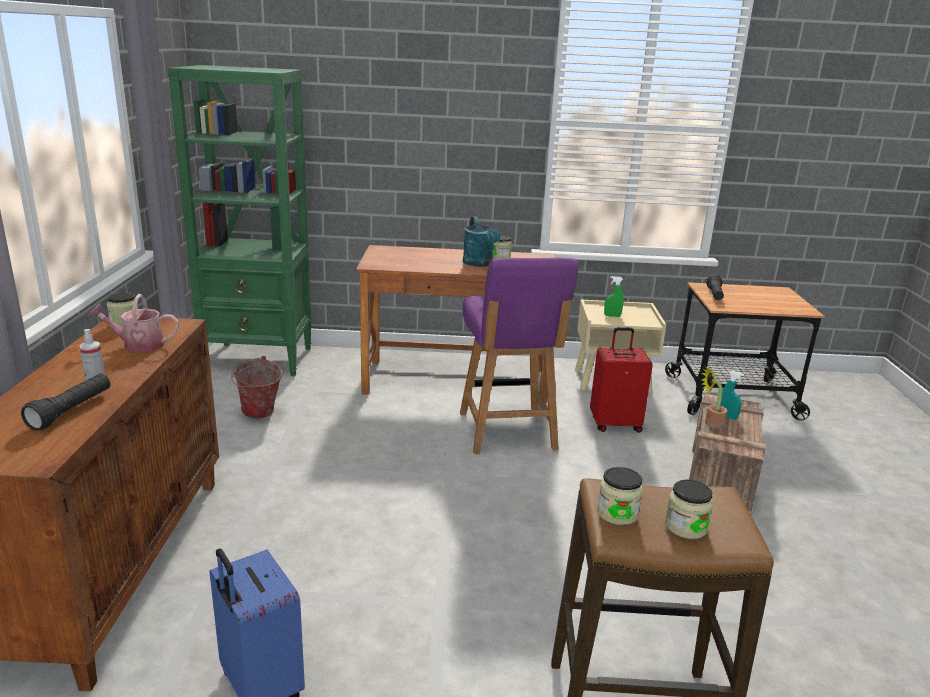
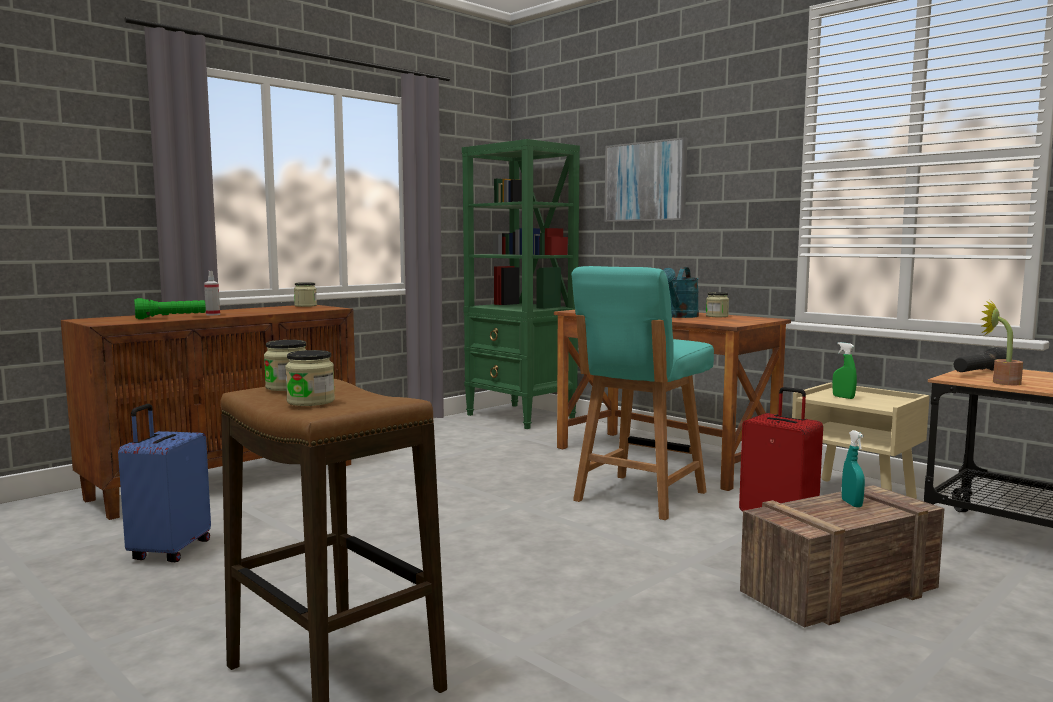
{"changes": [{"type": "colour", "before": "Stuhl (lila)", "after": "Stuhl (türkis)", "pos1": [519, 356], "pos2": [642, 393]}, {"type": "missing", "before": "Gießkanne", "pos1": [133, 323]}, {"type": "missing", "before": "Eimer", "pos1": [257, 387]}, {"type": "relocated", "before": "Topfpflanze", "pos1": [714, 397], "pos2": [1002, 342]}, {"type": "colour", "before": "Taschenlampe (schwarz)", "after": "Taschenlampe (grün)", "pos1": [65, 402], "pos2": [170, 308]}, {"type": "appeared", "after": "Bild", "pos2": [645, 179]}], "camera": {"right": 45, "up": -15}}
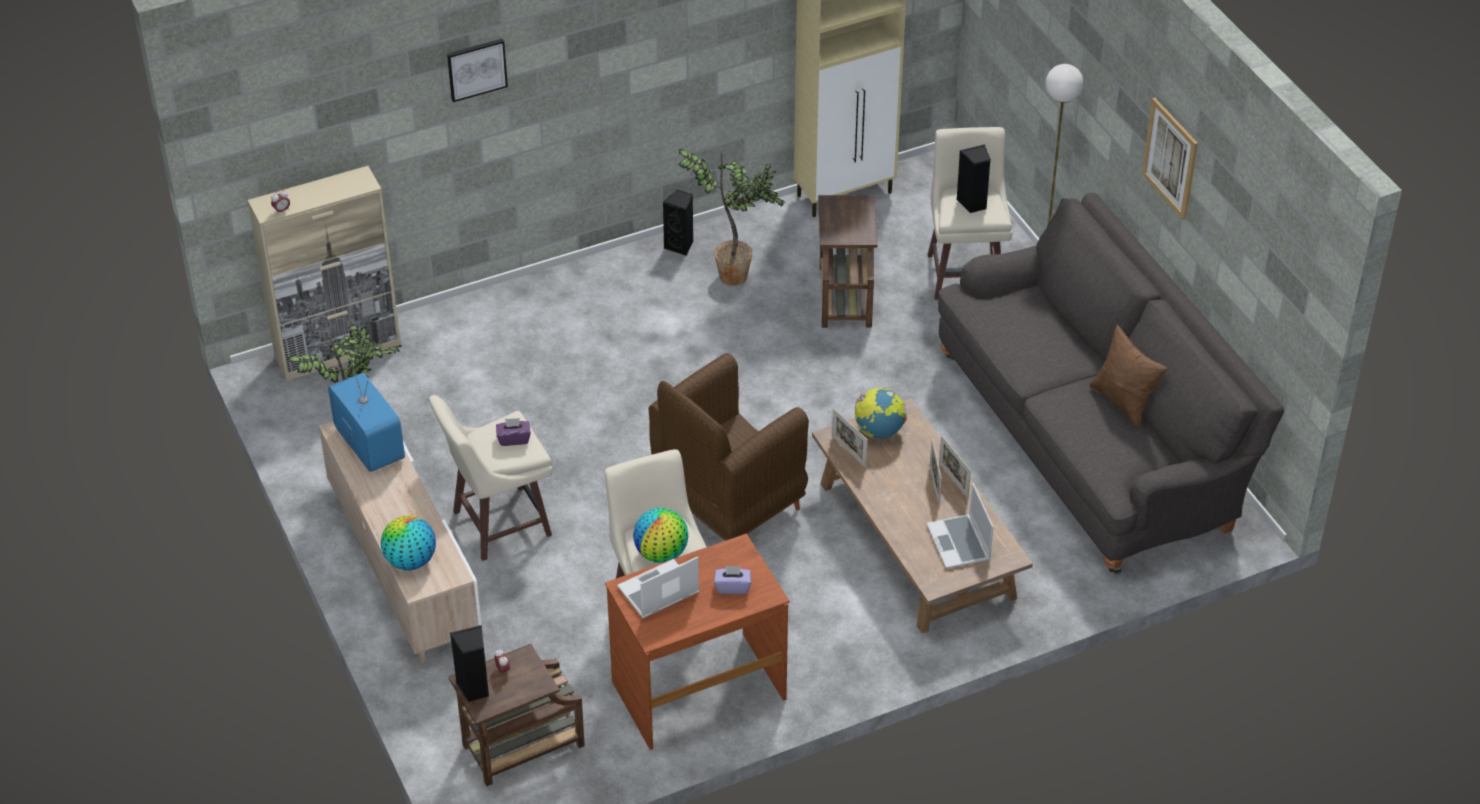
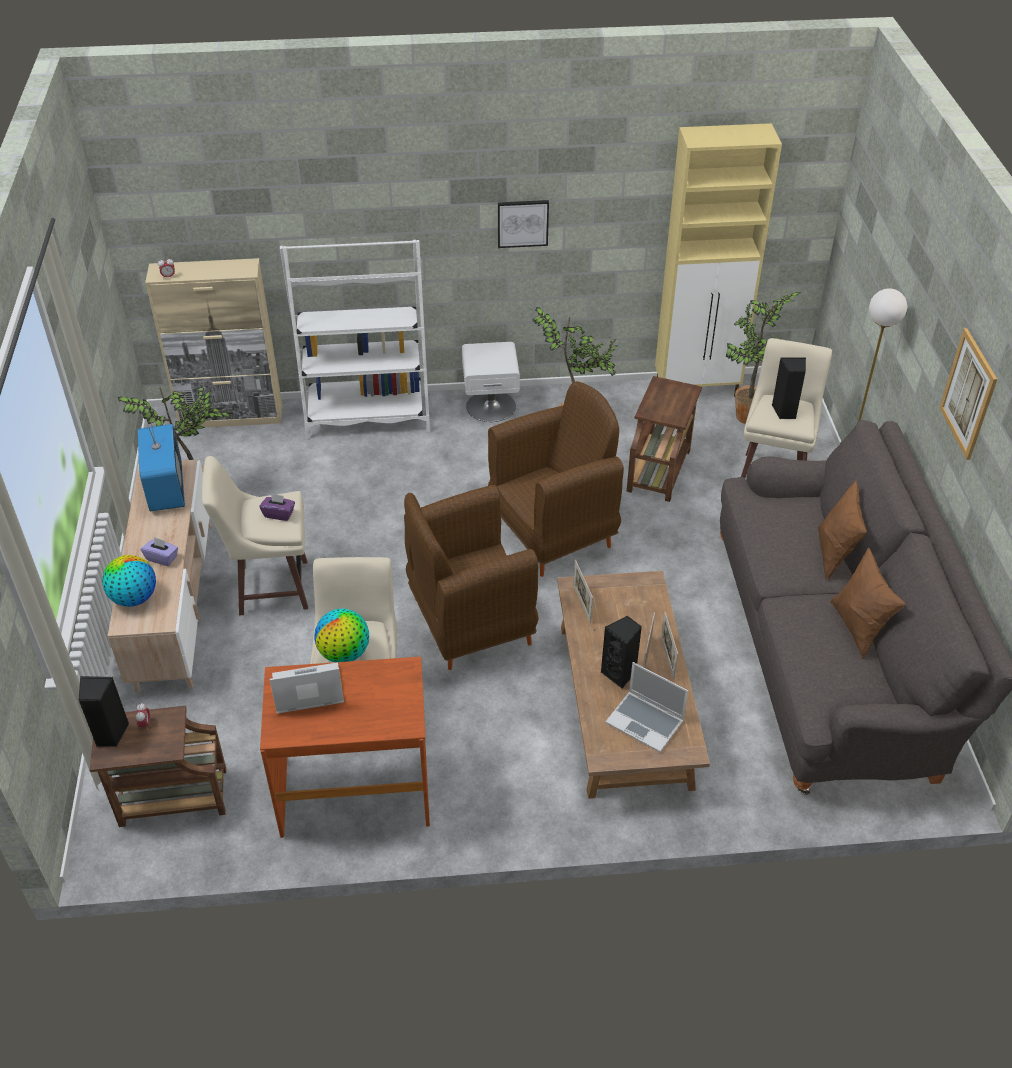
{"changes": [{"type": "relocated", "before": "Bild", "pos1": [477, 70], "pos2": [523, 224]}, {"type": "relocated", "before": "Lautsprecher (schwarz)", "pos1": [677, 223], "pos2": [621, 652]}, {"type": "missing", "before": "Globus", "pos1": [881, 413]}, {"type": "spun", "before": "Laptop", "pos1": [960, 526], "pos2": [646, 707], "turn": -60}, {"type": "relocated", "before": "Taschentuchbox (lila)", "pos1": [732, 579], "pos2": [159, 551]}, {"type": "appeared", "after": "Bücherregal (weiß)", "pos2": [355, 339]}, {"type": "appeared", "after": "Topfpflanze", "pos2": [763, 358]}, {"type": "appeared", "after": "Nachttisch (weiß)", "pos2": [491, 382]}, {"type": "appeared", "after": "Sessel (braun)", "pos2": [556, 479]}, {"type": "appeared", "after": "Kissen (braun)", "pos2": [842, 530]}], "camera": {"right": 20, "up": 0}}
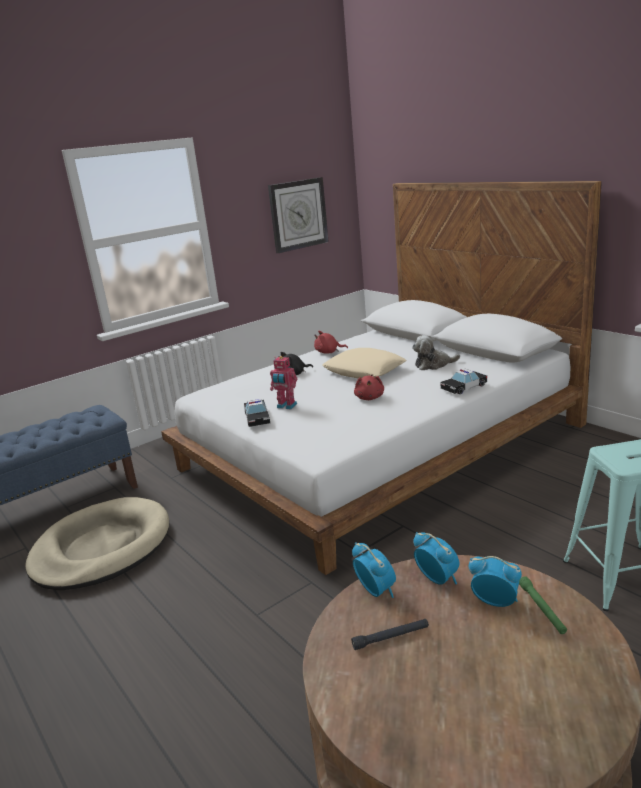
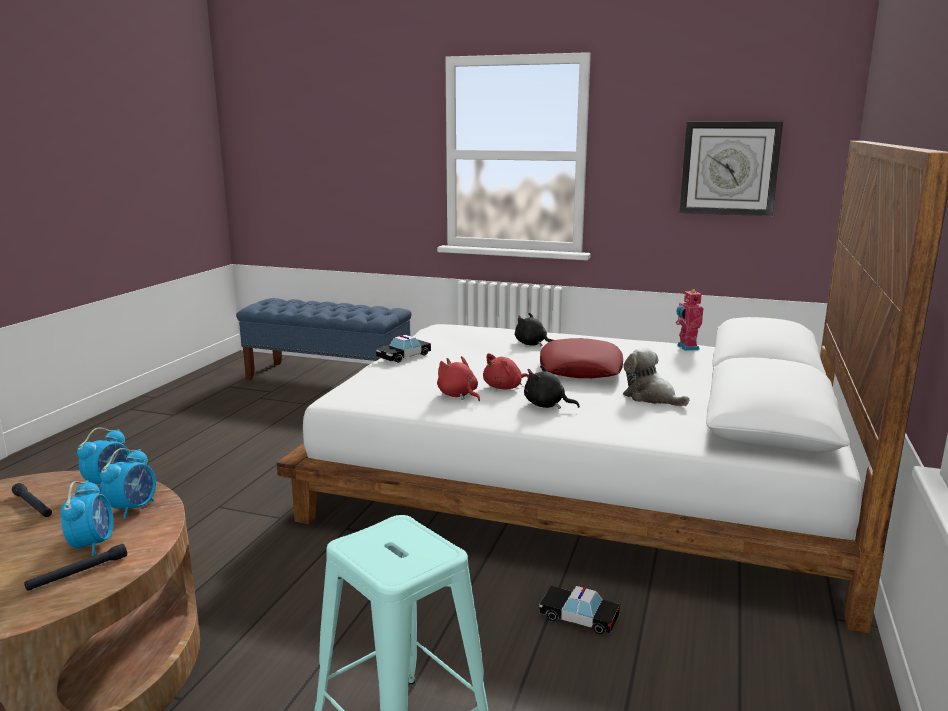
{"changes": [{"type": "relocated", "before": "Plüschtier (rot)", "pos1": [331, 342], "pos2": [458, 378]}, {"type": "colour", "before": "Kissen (beige)", "after": "Kissen (rot)", "pos1": [364, 363], "pos2": [581, 358]}, {"type": "relocated", "before": "Spielzeugroboter", "pos1": [283, 382], "pos2": [689, 320]}, {"type": "relocated", "before": "Spielzeugauto", "pos1": [463, 381], "pos2": [579, 610]}, {"type": "missing", "before": "Hundebett (beige)", "pos1": [97, 543]}, {"type": "colour", "before": "Taschenlampe (grün)", "after": "Taschenlampe (schwarz)", "pos1": [543, 605], "pos2": [75, 567]}, {"type": "appeared", "after": "Plüschtier (schwarz)", "pos2": [552, 387]}], "camera": {"right": 55, "up": -5}}
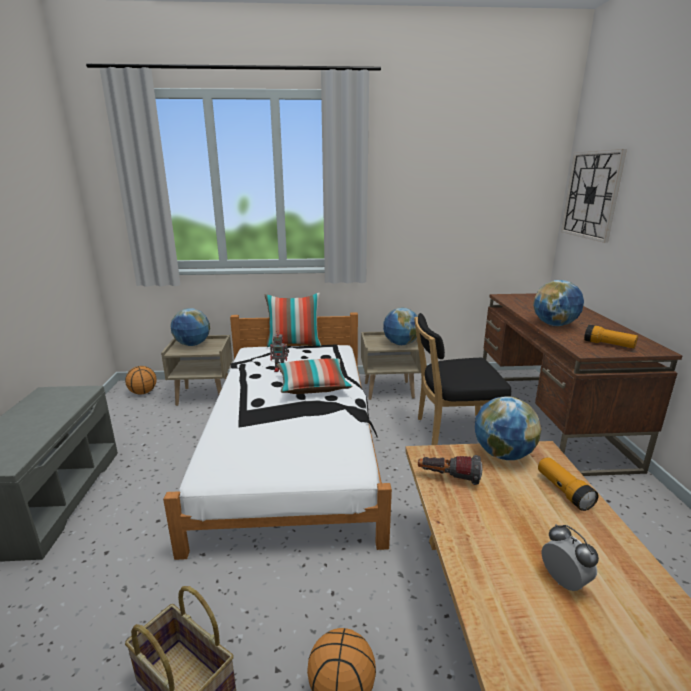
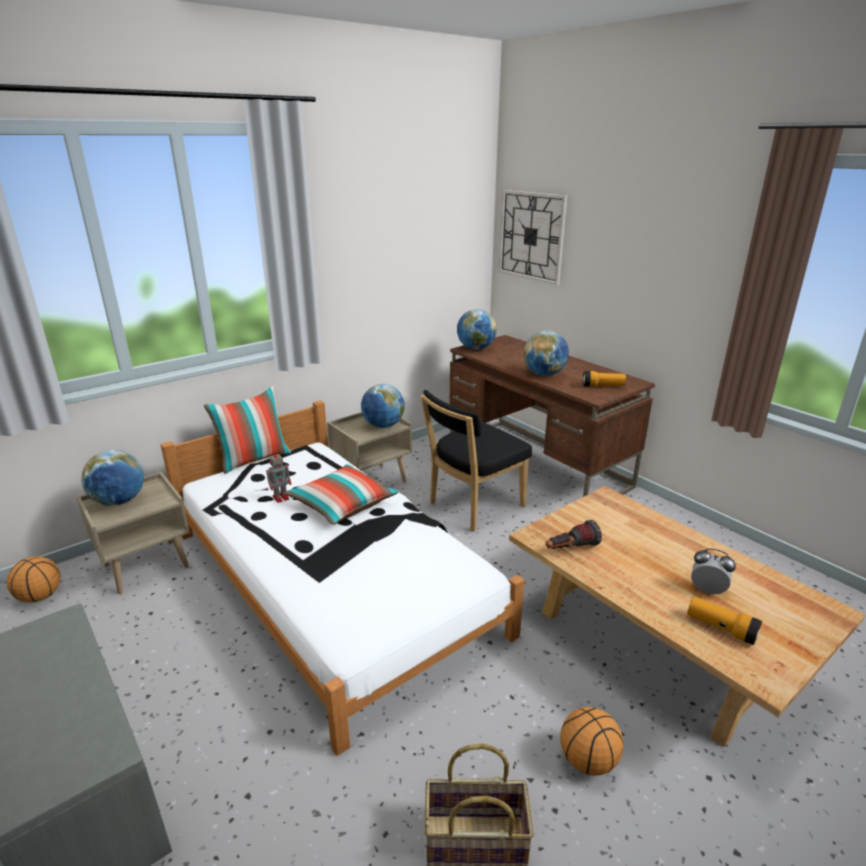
{"changes": [{"type": "relocated", "before": "Globus", "pos1": [508, 428], "pos2": [477, 329]}, {"type": "relocated", "before": "Taschenlampe", "pos1": [568, 484], "pos2": [724, 620]}], "camera": {"right": -35, "up": 5}}
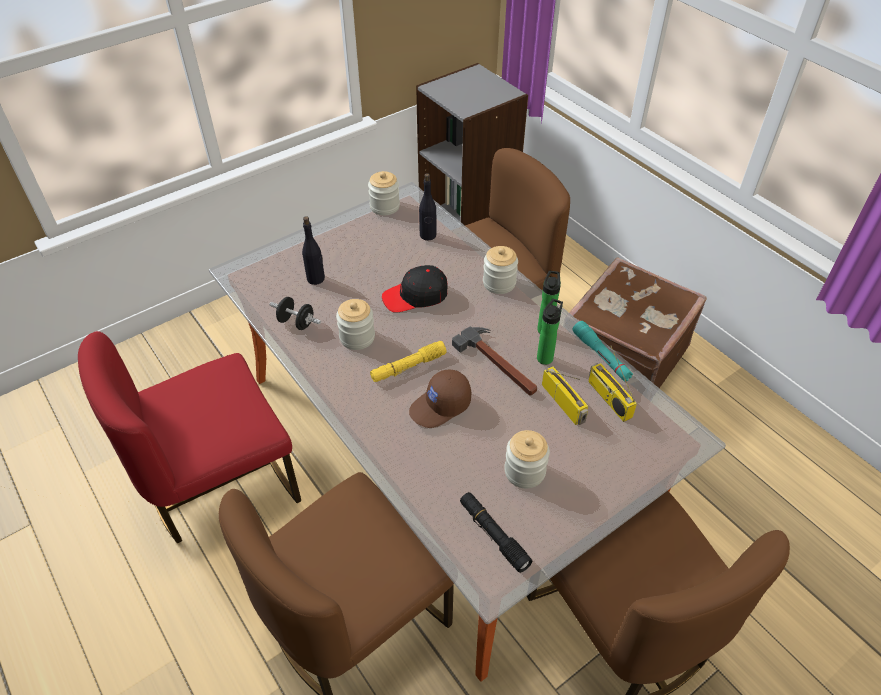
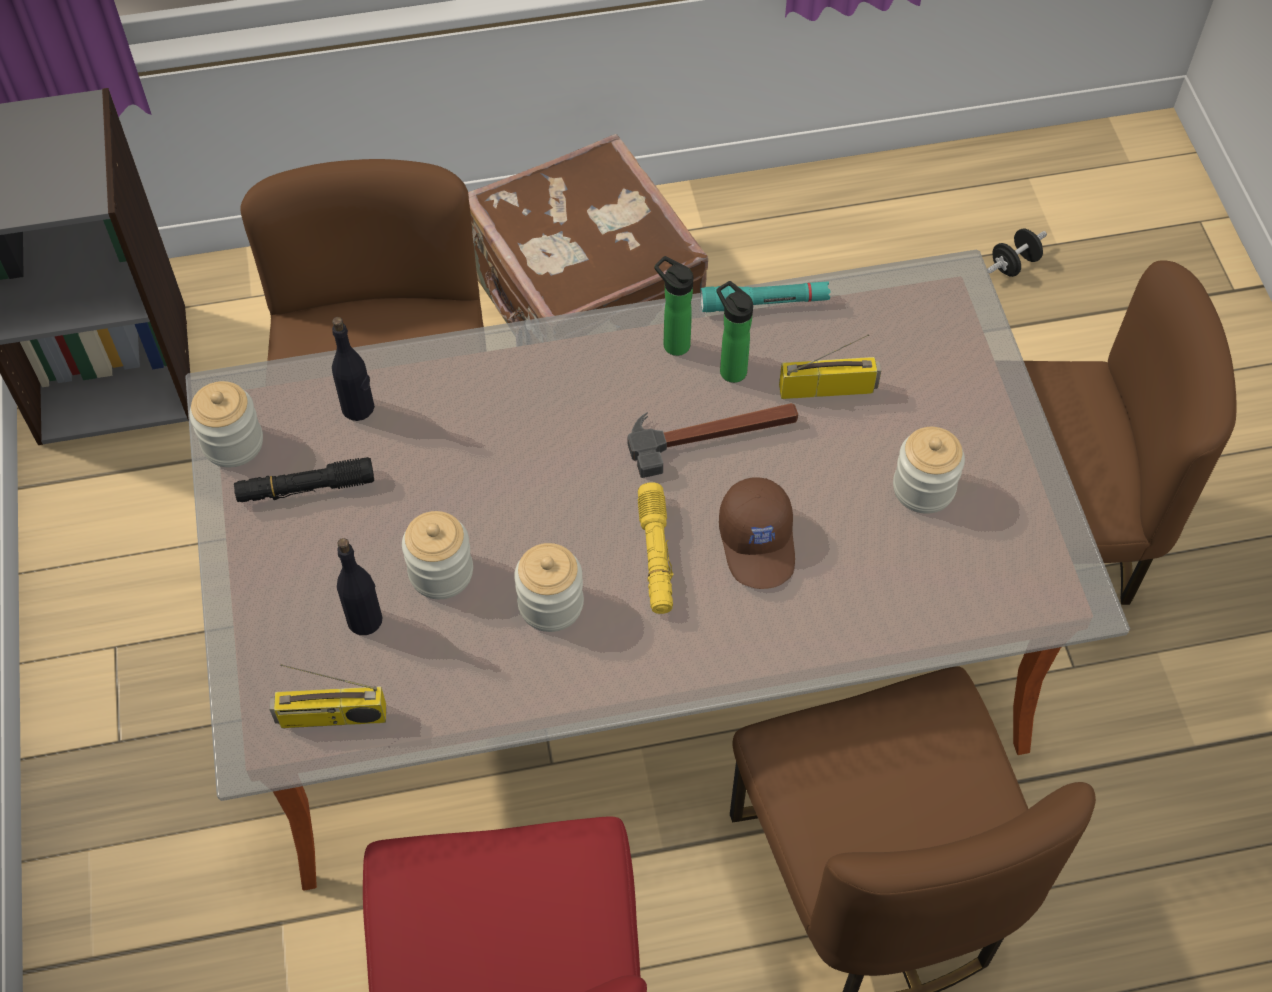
{"changes": [{"type": "relocated", "before": "Vorratsglas", "pos1": [500, 270], "pos2": [437, 555]}, {"type": "missing", "before": "Kappe (schwarz)", "pos1": [415, 288]}, {"type": "relocated", "before": "Hantel (schwarz)", "pos1": [295, 313], "pos2": [1017, 253]}, {"type": "relocated", "before": "Radio", "pos1": [612, 384], "pos2": [327, 696]}, {"type": "relocated", "before": "Taschenlampe (schwarz)", "pos1": [496, 532], "pos2": [304, 479]}], "camera": {"right": -65, "up": 10}}
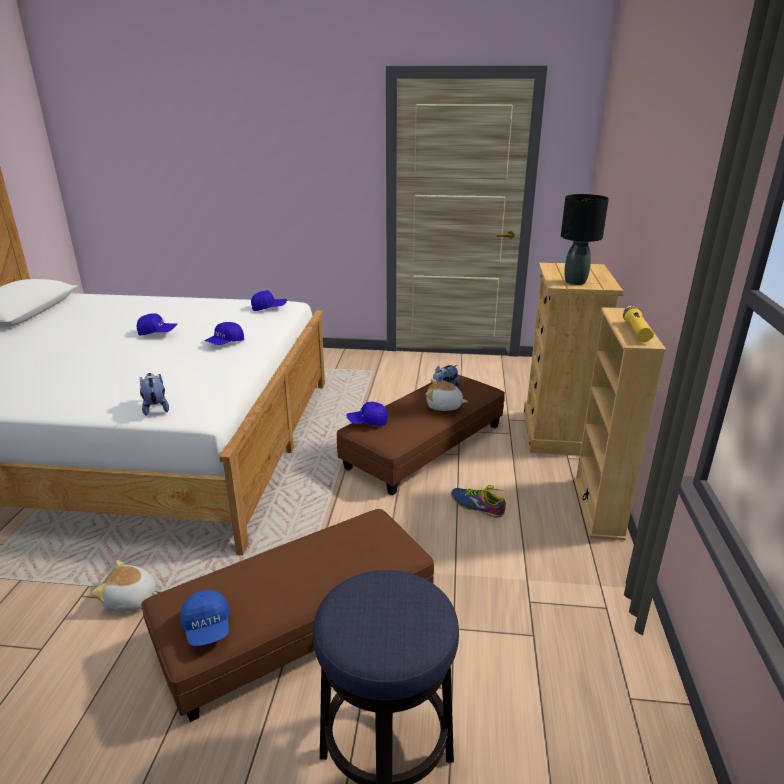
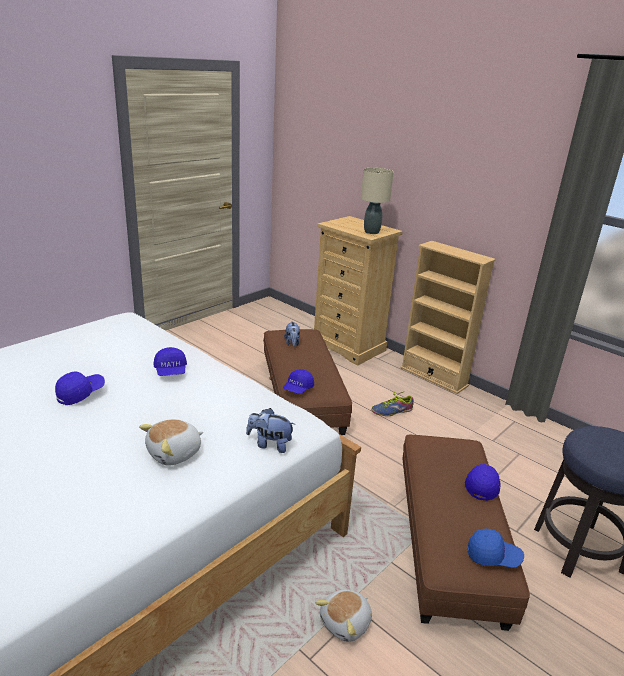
{"changes": [{"type": "colour", "before": "Tischlampe (schwarz)", "after": "Tischlampe (beige)", "pos1": [585, 239], "pos2": [377, 201]}, {"type": "relocated", "before": "Kappe (blau)", "pos1": [269, 301], "pos2": [483, 482]}, {"type": "missing", "before": "Taschenlampe (gelb)", "pos1": [638, 324]}, {"type": "relocated", "before": "Plüschtier", "pos1": [446, 395], "pos2": [171, 442]}], "camera": {"right": -55, "up": 0}}
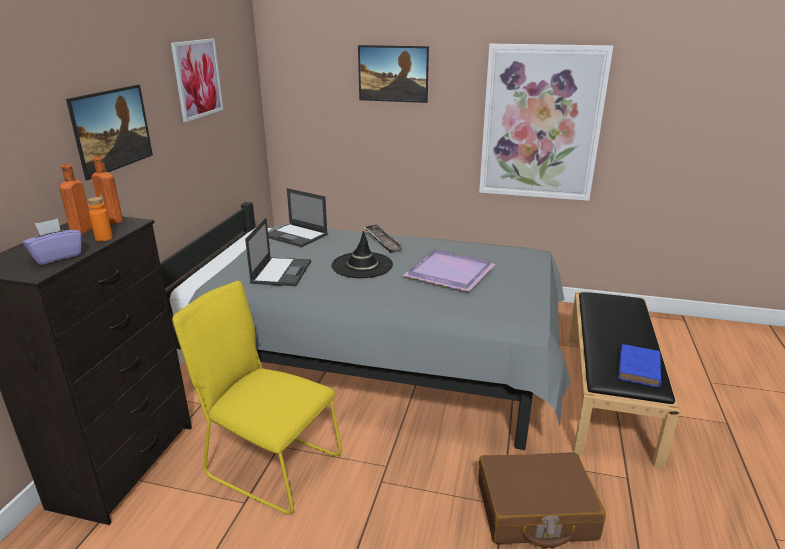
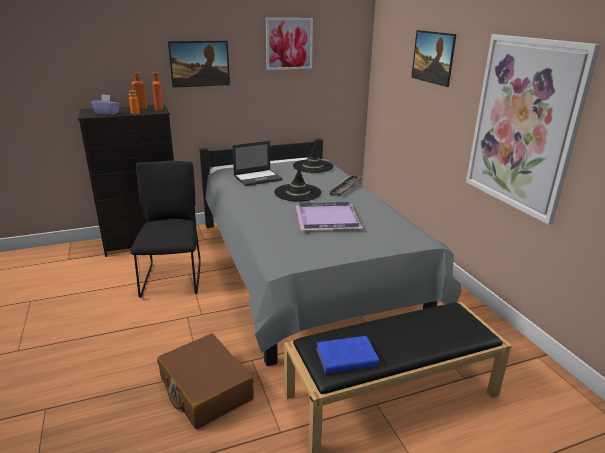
{"changes": [{"type": "exchanged", "before": "Laptop", "after": "Hut (schwarz)", "pos1": [298, 217], "pos2": [313, 158]}, {"type": "colour", "before": "Stuhl (gelb)", "after": "Stuhl (schwarz)", "pos1": [257, 397], "pos2": [166, 229]}], "camera": {"right": 55, "up": 0}}
